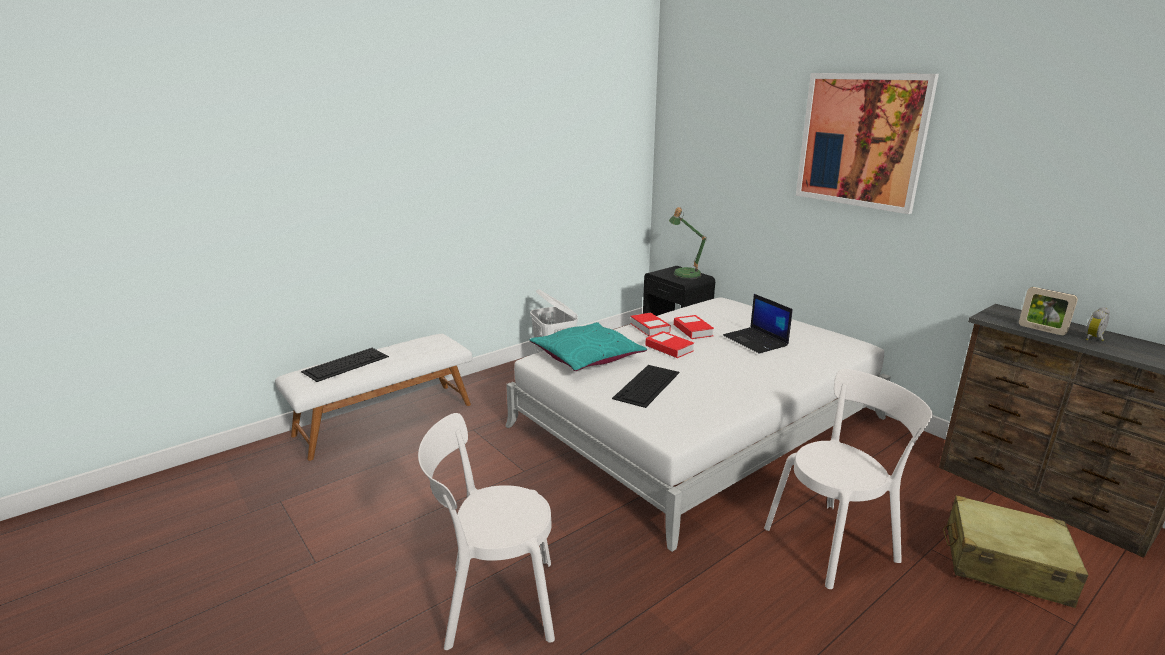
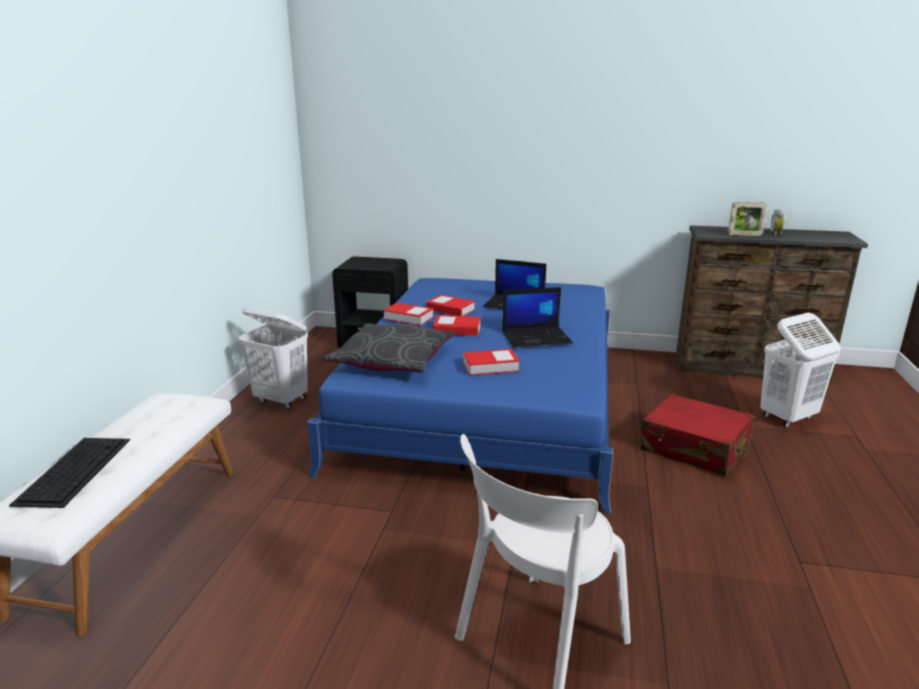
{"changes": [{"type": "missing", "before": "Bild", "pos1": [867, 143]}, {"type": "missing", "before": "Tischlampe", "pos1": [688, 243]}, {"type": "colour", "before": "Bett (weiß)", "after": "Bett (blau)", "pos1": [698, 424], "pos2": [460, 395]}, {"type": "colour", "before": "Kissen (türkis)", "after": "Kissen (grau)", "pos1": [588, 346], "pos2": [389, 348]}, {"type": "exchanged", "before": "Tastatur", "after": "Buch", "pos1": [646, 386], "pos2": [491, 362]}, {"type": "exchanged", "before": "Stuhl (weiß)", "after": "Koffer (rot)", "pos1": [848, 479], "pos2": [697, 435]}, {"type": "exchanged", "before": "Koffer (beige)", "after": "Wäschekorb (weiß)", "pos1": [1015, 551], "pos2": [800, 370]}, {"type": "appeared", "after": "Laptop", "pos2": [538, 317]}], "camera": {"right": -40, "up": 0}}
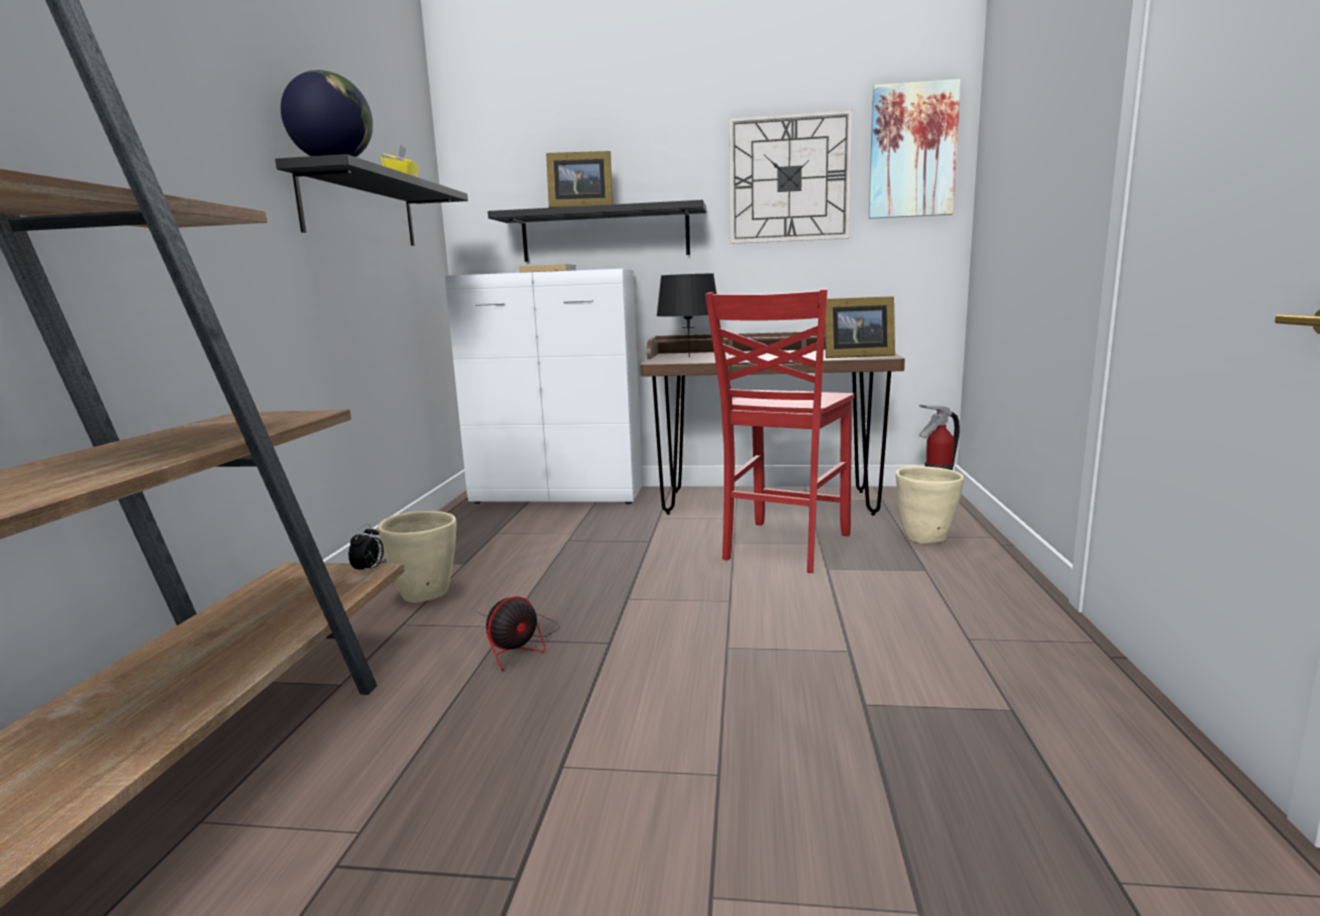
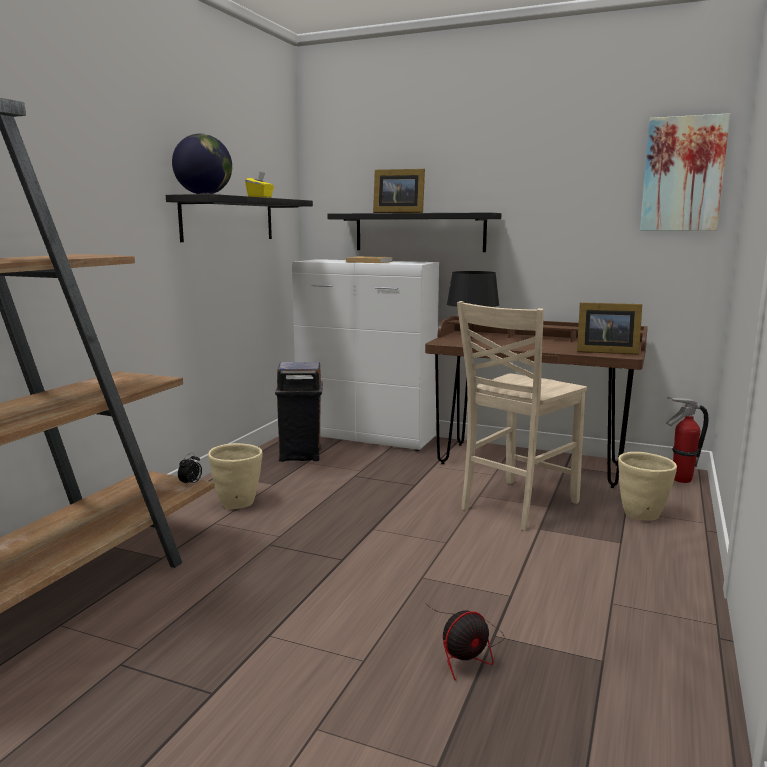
{"changes": [{"type": "missing", "before": "Wanduhr", "pos1": [791, 176]}, {"type": "colour", "before": "Stuhl (rot)", "after": "Stuhl (beige)", "pos1": [779, 431], "pos2": [522, 415]}, {"type": "relocated", "before": "Ventilator", "pos1": [518, 633], "pos2": [465, 641]}, {"type": "appeared", "after": "Mülleimer (braun)", "pos2": [299, 412]}], "camera": {"right": 15, "up": 0}}
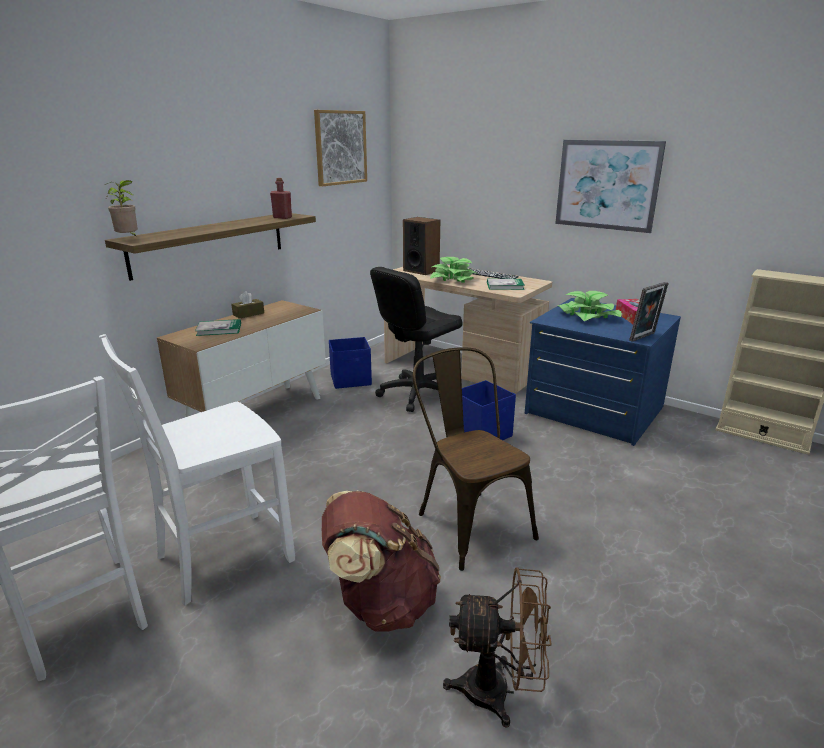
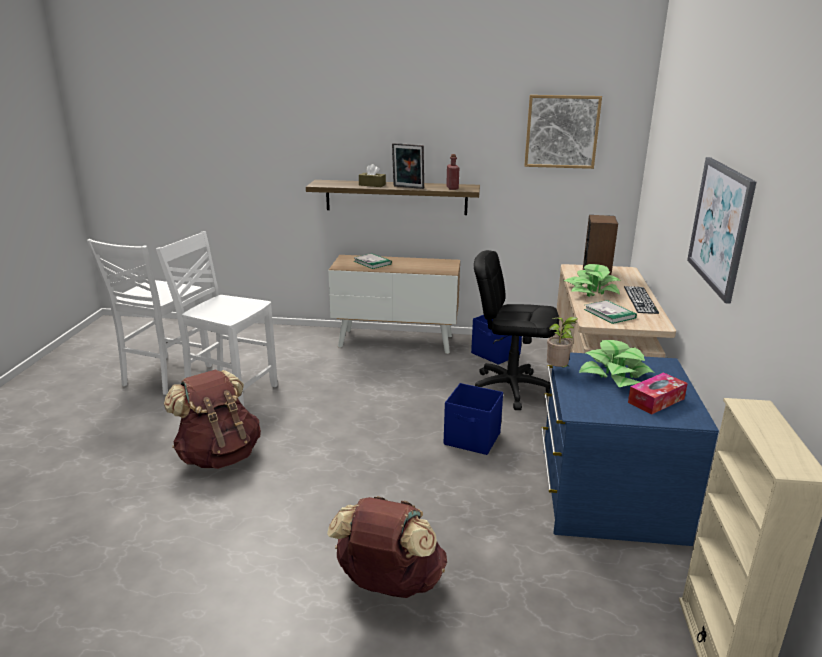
{"changes": [{"type": "relocated", "before": "Topfpflanze", "pos1": [121, 208], "pos2": [562, 342]}, {"type": "relocated", "before": "Bilderrahmen", "pos1": [649, 312], "pos2": [408, 166]}, {"type": "relocated", "before": "Taschentuchbox (braun)", "pos1": [247, 305], "pos2": [372, 175]}, {"type": "missing", "before": "Stuhl (braun)", "pos1": [475, 459]}, {"type": "missing", "before": "Ventilator (braun)", "pos1": [497, 647]}, {"type": "appeared", "after": "Rucksack (braun)", "pos2": [387, 547]}], "camera": {"right": 60, "up": 0}}
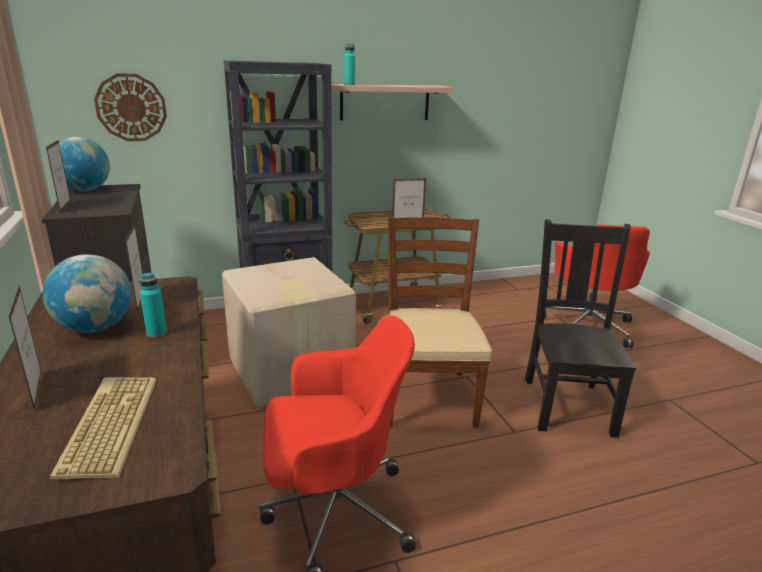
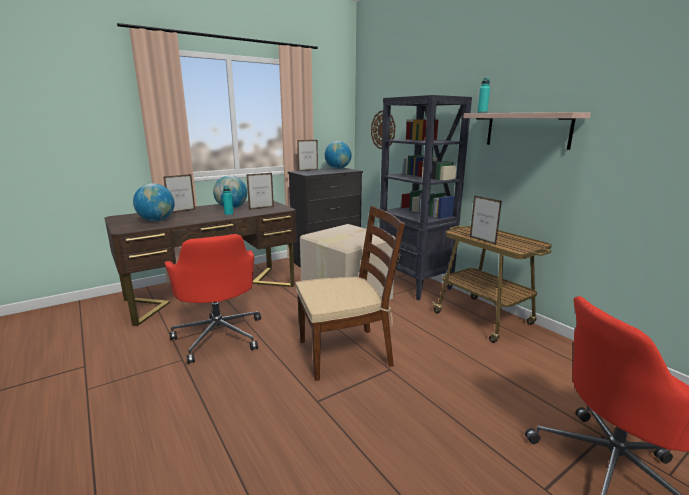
{"changes": [{"type": "missing", "before": "Stuhl (schwarz)", "pos1": [580, 329]}, {"type": "exchanged", "before": "Tastatur", "after": "Globus", "pos1": [103, 428], "pos2": [154, 202]}], "camera": {"right": 75, "up": -5}}
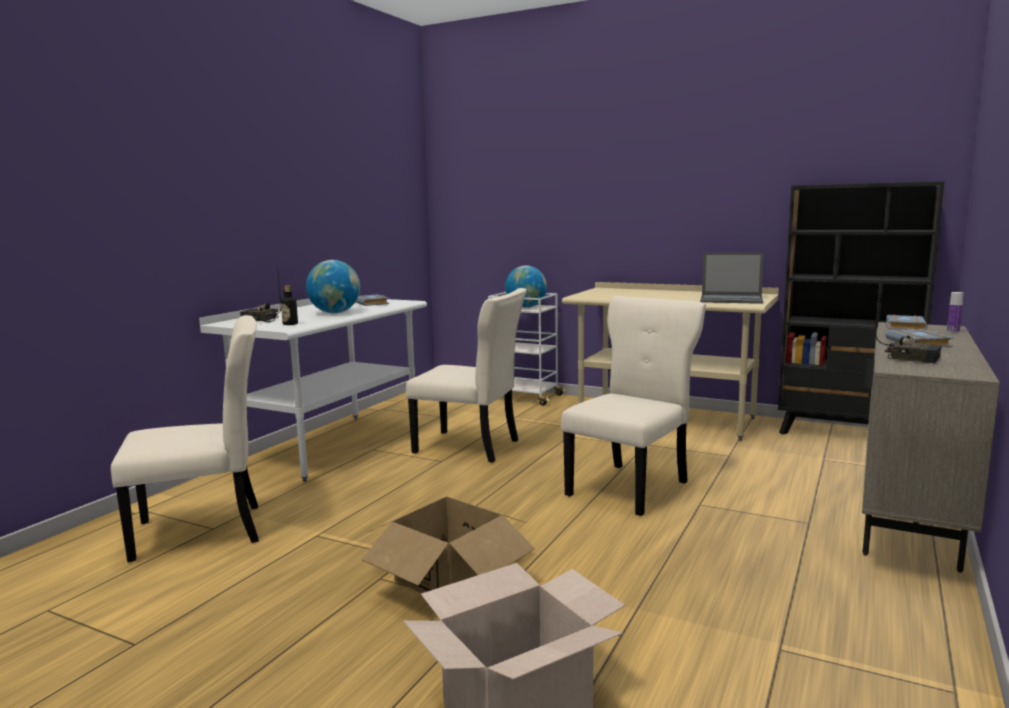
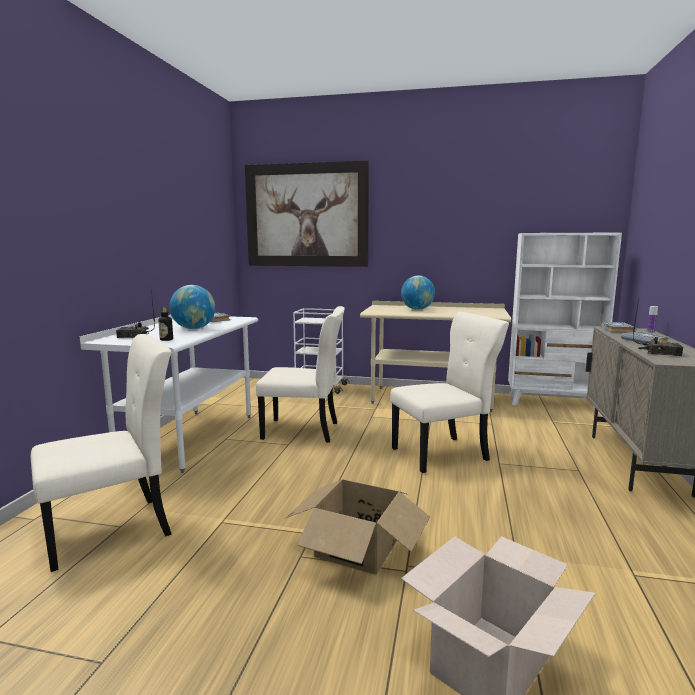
{"changes": [{"type": "colour", "before": "Bücherregal (schwarz)", "after": "Bücherregal (weiß)", "pos1": [861, 308], "pos2": [565, 321]}, {"type": "missing", "before": "Laptop", "pos1": [732, 278]}, {"type": "relocated", "before": "Globus", "pos1": [526, 286], "pos2": [418, 293]}, {"type": "spun", "before": "Stuhl (beige)", "pos1": [633, 406], "pos2": [449, 392], "turn": 45}, {"type": "appeared", "after": "Bild", "pos2": [307, 213]}], "camera": {"right": -15, "up": 0}}
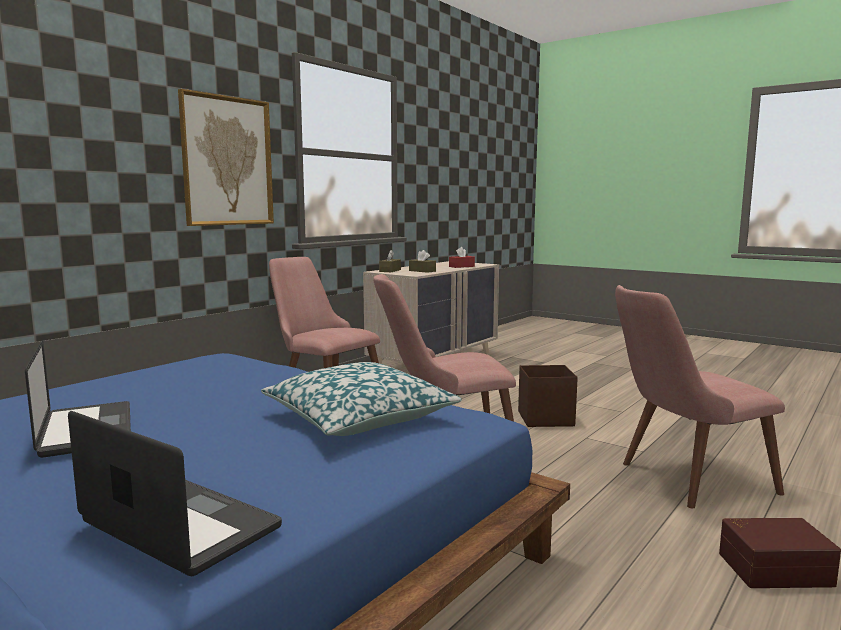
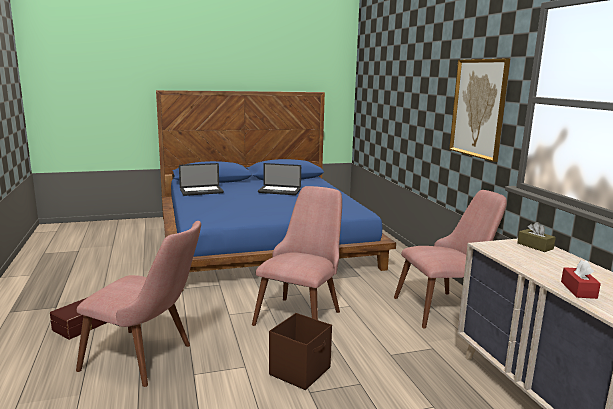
{"changes": [{"type": "missing", "before": "Taschentuchbox (braun)", "pos1": [422, 261]}, {"type": "spun", "before": "Stuhl (rosa)", "pos1": [700, 396], "pos2": [138, 304], "turn": 90}, {"type": "missing", "before": "Kissen", "pos1": [361, 399]}], "camera": {"right": 125, "up": 5}}
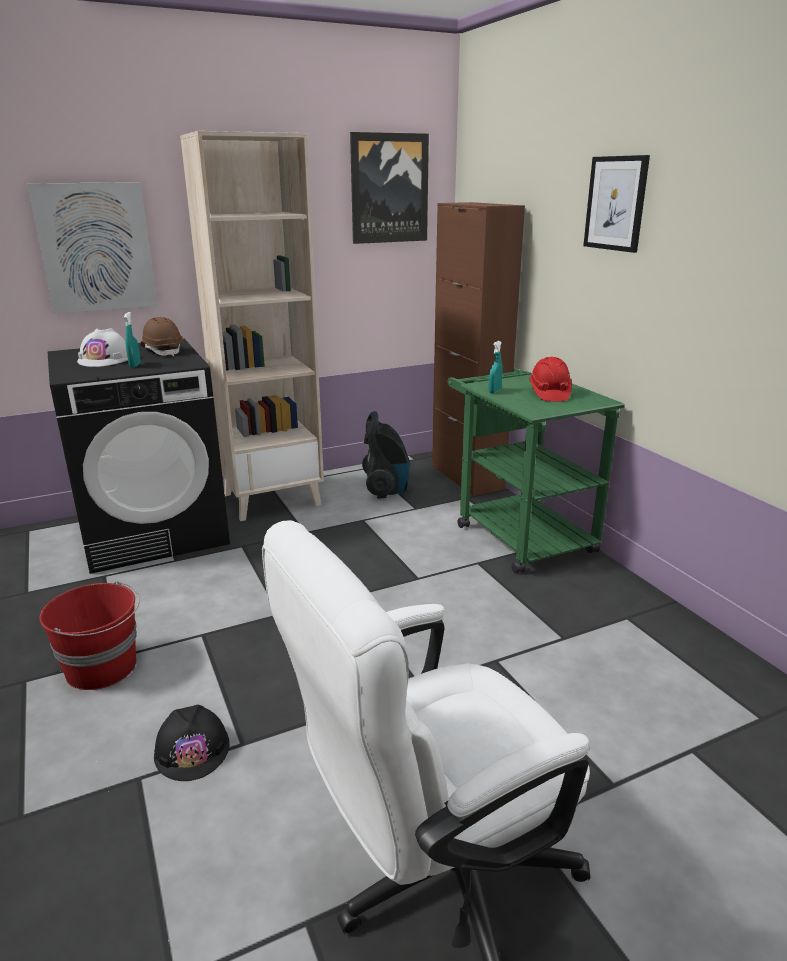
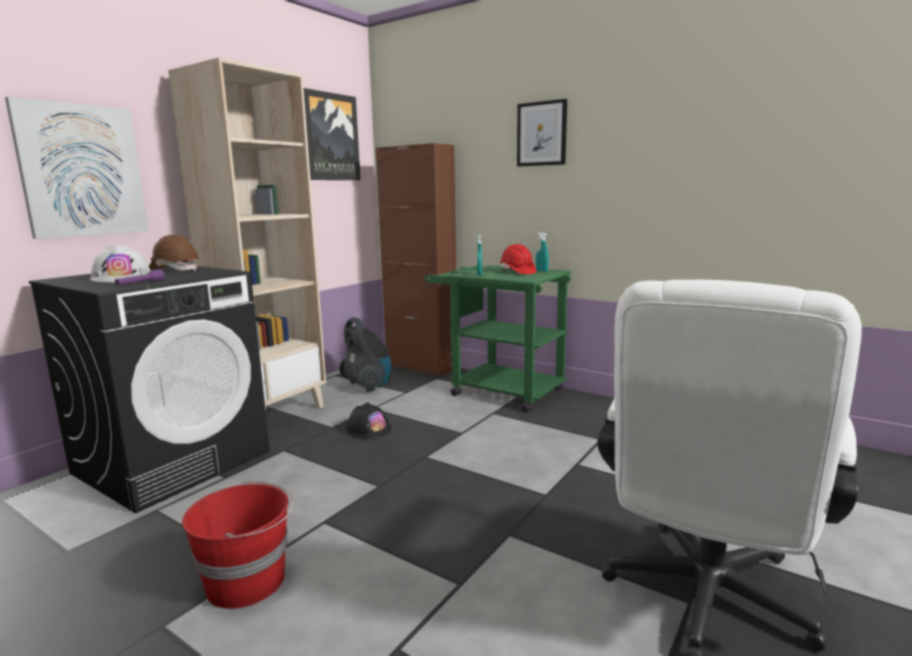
{"changes": [{"type": "relocated", "before": "Sprühflasche (türkis)", "pos1": [132, 340], "pos2": [542, 252]}, {"type": "relocated", "before": "Schutzhelm (schwarz)", "pos1": [192, 743], "pos2": [369, 420]}, {"type": "appeared", "after": "Taschenlampe (lila)", "pos2": [140, 277]}], "camera": {"right": -30, "up": -10}}
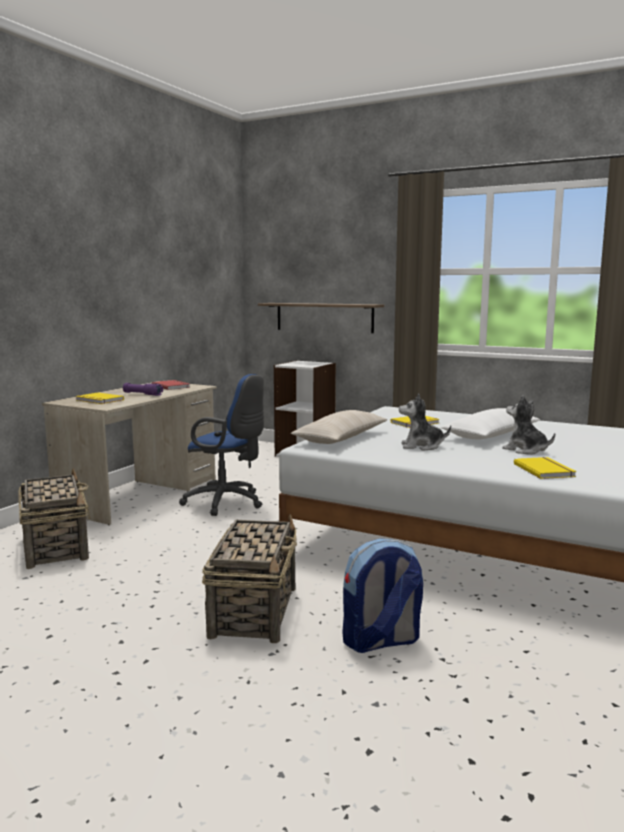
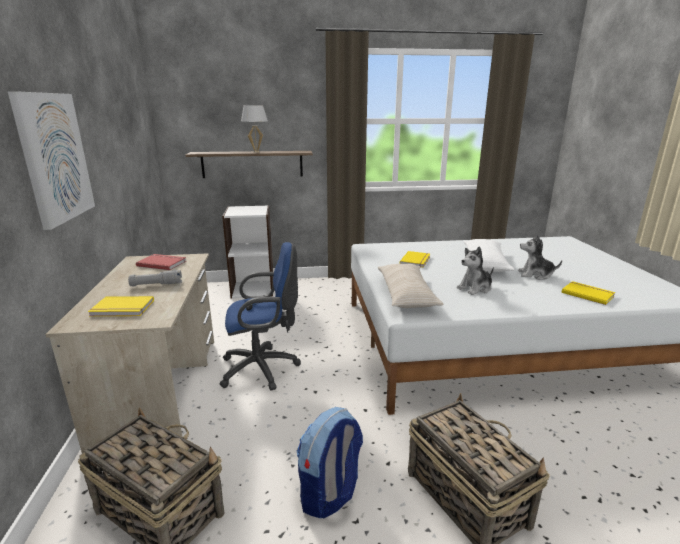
{"changes": [{"type": "colour", "before": "Taschenlampe (lila)", "after": "Taschenlampe (grau)", "pos1": [143, 389], "pos2": [155, 278]}, {"type": "relocated", "before": "Rucksack", "pos1": [382, 595], "pos2": [330, 463]}, {"type": "appeared", "after": "Bild", "pos2": [51, 160]}, {"type": "appeared", "after": "Tischlampe (weiß)", "pos2": [254, 129]}], "camera": {"right": -35, "up": 10}}
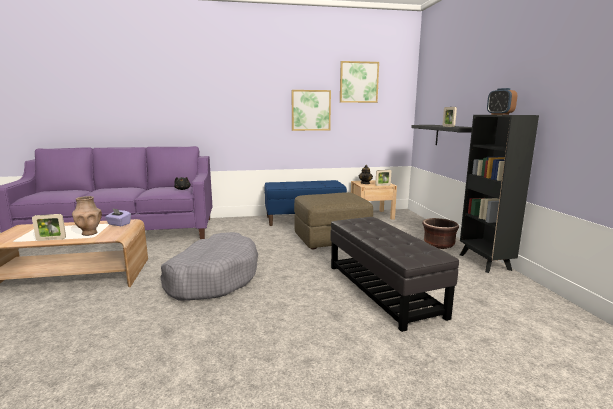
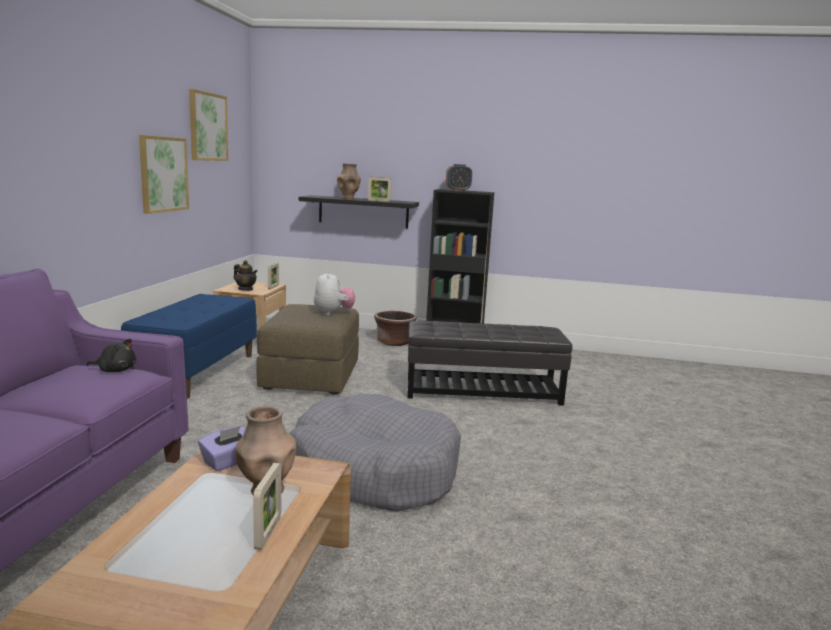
{"changes": [{"type": "appeared", "after": "Vase (braun)", "pos2": [349, 181]}, {"type": "appeared", "after": "Plüschtier", "pos2": [334, 293]}], "camera": {"right": -70, "up": 0}}
